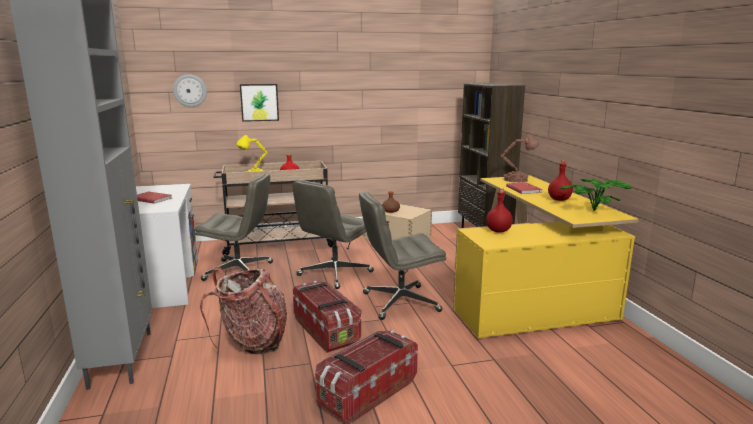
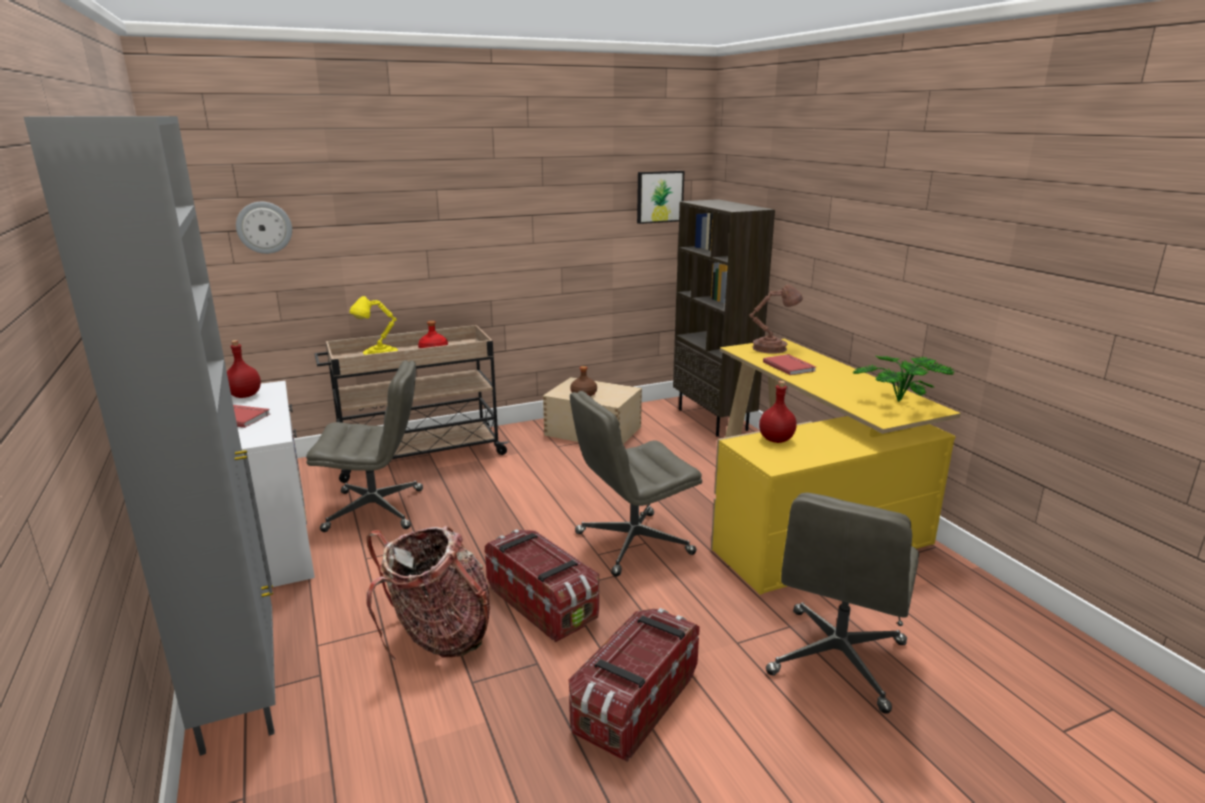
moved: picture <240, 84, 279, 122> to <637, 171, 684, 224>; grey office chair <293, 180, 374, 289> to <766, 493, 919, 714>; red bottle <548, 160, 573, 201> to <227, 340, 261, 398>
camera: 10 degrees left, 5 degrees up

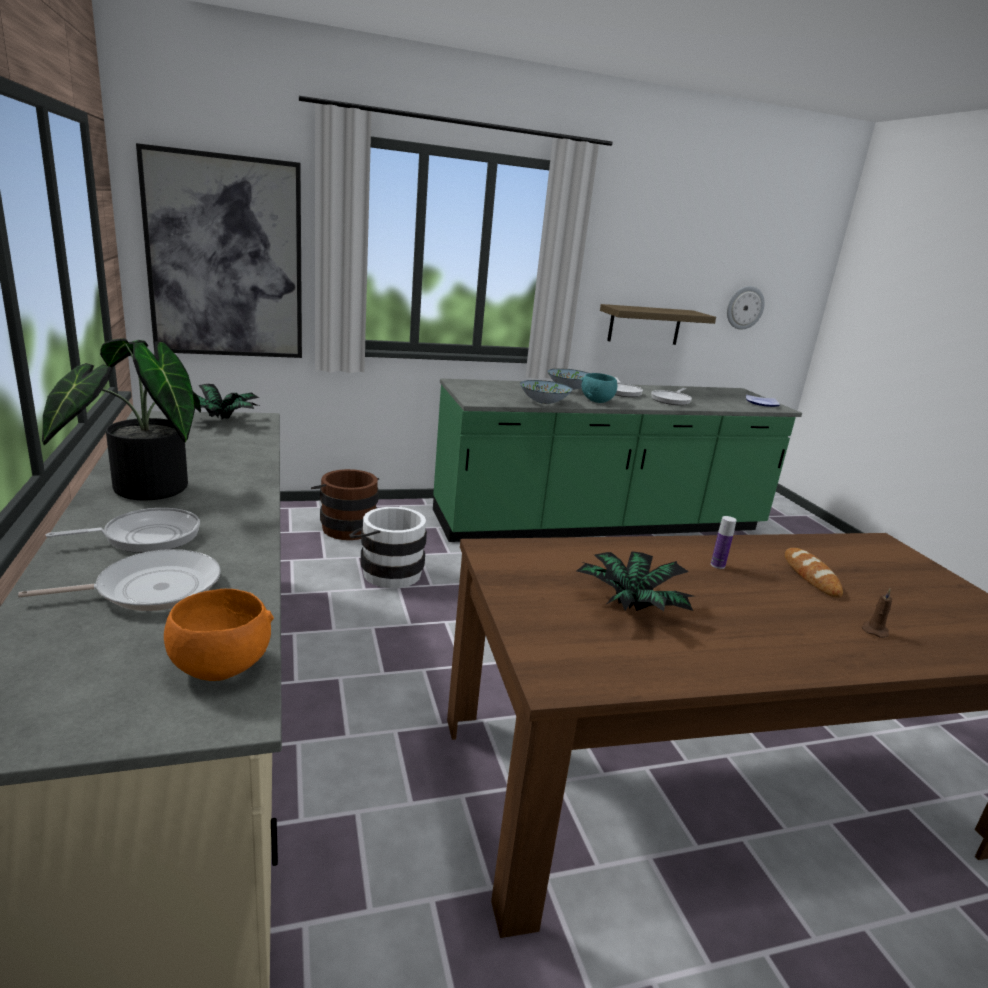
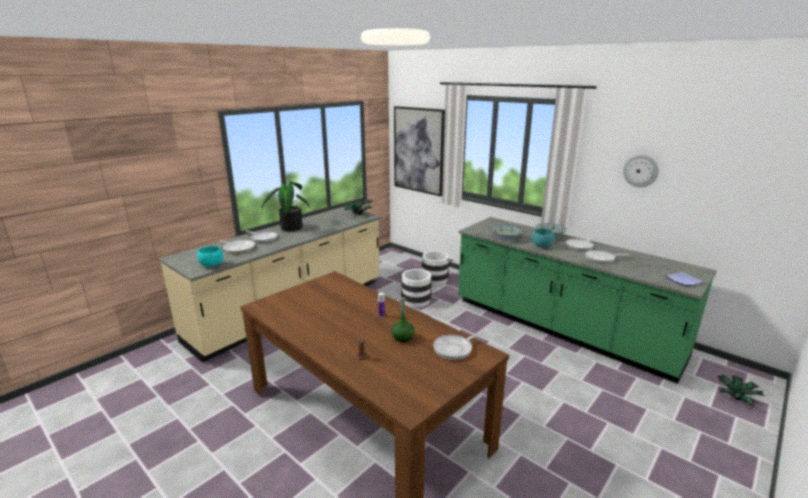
removed: shelf <600, 304, 716, 345>
added: frying pan <433, 332, 484, 360>
moved: potted plant <577, 551, 693, 611> to <717, 375, 765, 408>; wall clock <727, 286, 765, 330> to <623, 155, 659, 187>
replaced: bread <785, 548, 843, 598> to green bottle <391, 297, 415, 342>
recoloured: orange bowl <164, 589, 274, 681> to turquoise bowl <197, 246, 224, 267>; brown bucket <311, 469, 379, 540> to white bucket <422, 251, 453, 285>
camera: 60 degrees right, 0 degrees up

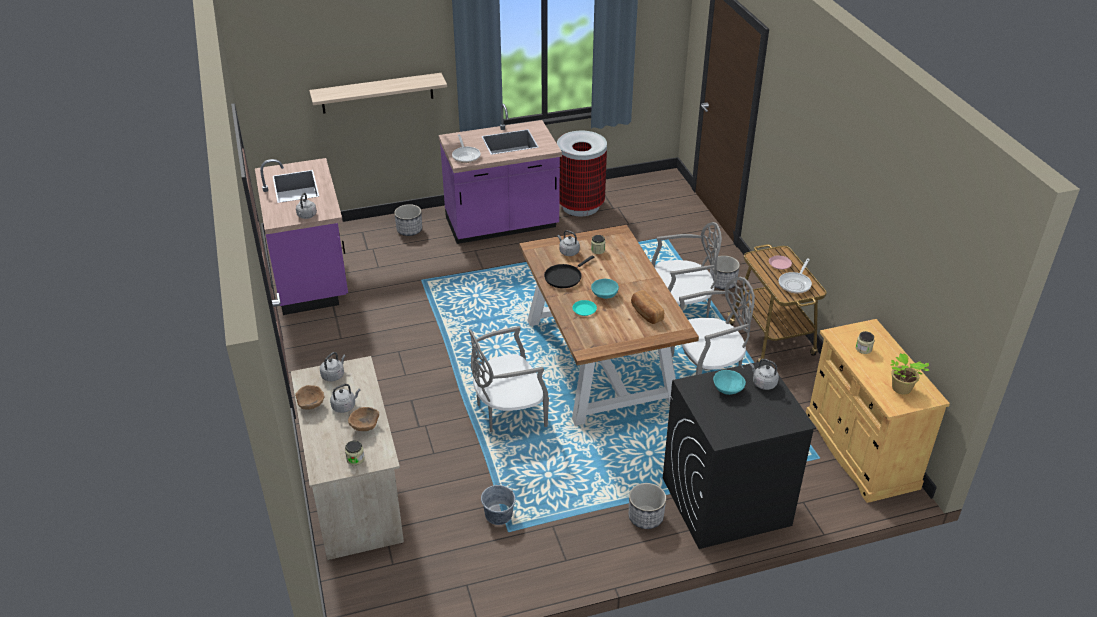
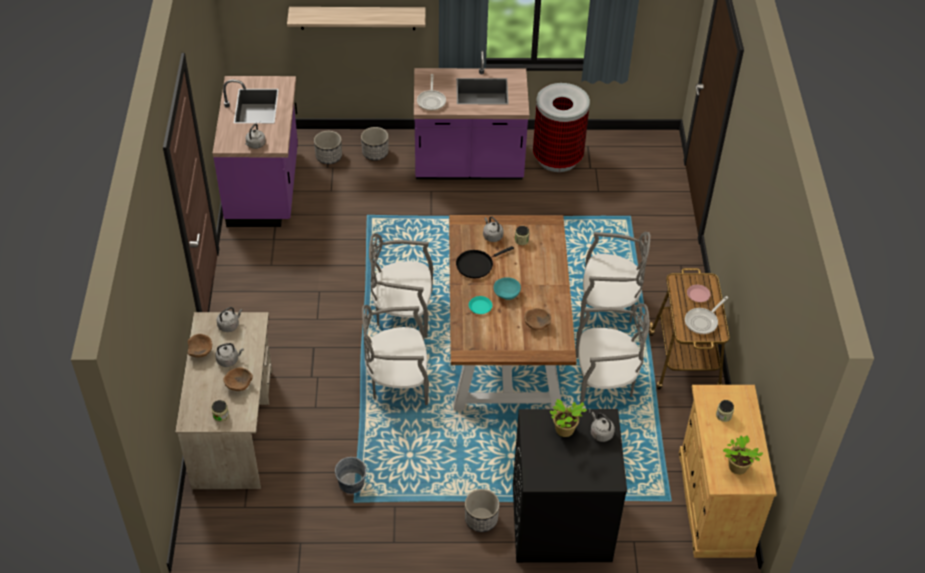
added: grey chair <369, 233, 433, 338>
moved: planter <710, 255, 740, 290> to <314, 131, 342, 164>
replaced: bread <631, 290, 664, 324> to brown bowl <524, 308, 551, 331>; turquoise bowl <713, 370, 746, 395> to potted plant <550, 399, 587, 437>
camera: 15 degrees right, 10 degrees up

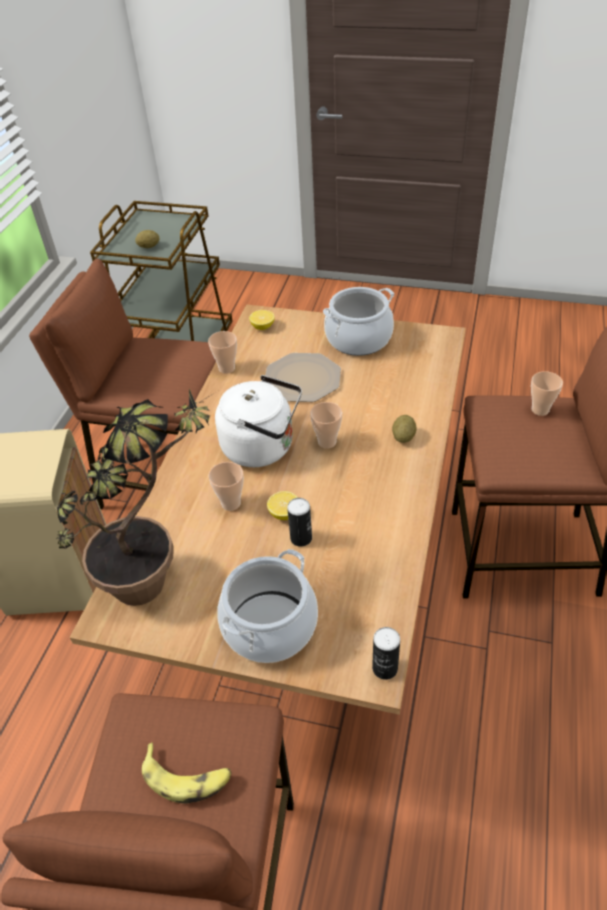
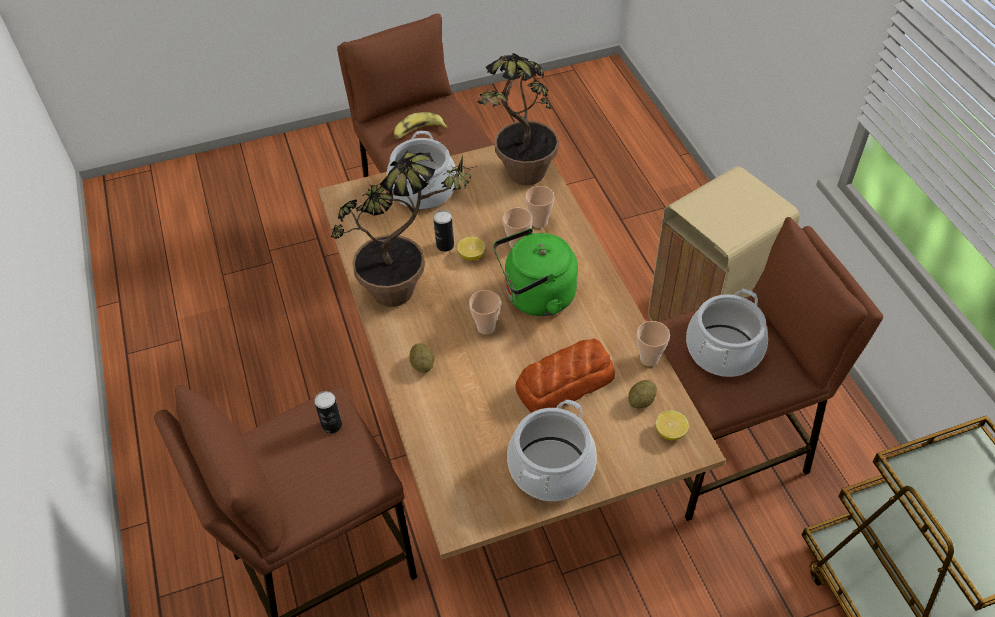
added: potted plant <331, 151, 477, 307>; cooking pot <686, 289, 768, 377>
moved: potato <135, 230, 159, 248> to <629, 380, 657, 409>; can <372, 627, 400, 680> to <314, 391, 342, 434>; cup <531, 371, 563, 416> to <525, 186, 555, 228>
replaced: plate <265, 353, 341, 402> to bread <515, 338, 615, 413>
recoloured: white kettle <215, 375, 302, 467> to green kettle <493, 228, 578, 316>
camera: 145 degrees right, 5 degrees up

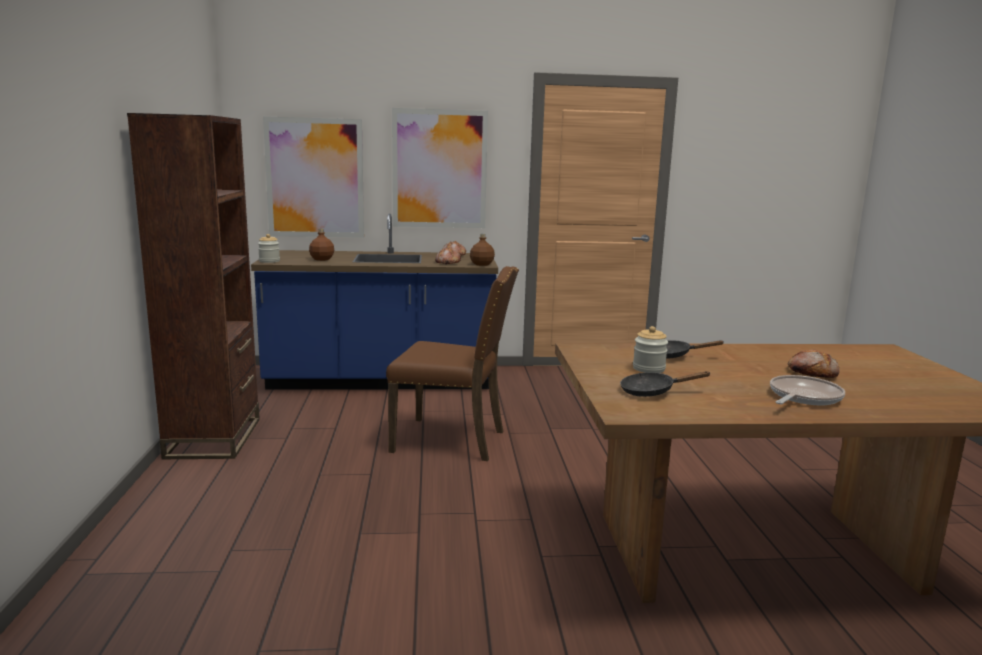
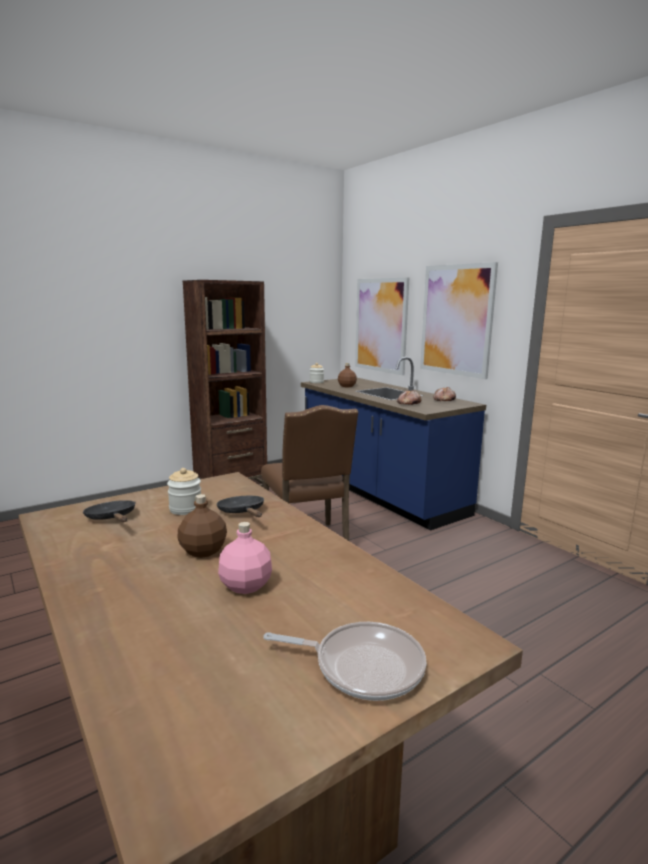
moved: brown bottle <470, 234, 495, 266> to <177, 494, 227, 558>; frying pan <770, 375, 845, 405> to <263, 622, 426, 701>
replaced: bread <787, 350, 840, 378> to pink bottle <218, 522, 272, 594>
camera: 60 degrees right, 0 degrees up

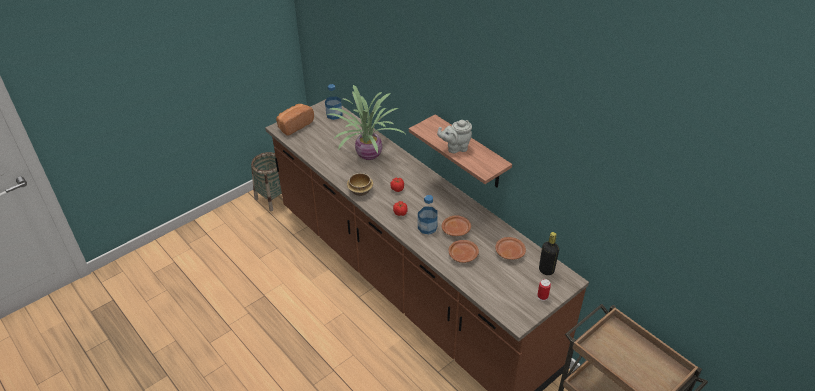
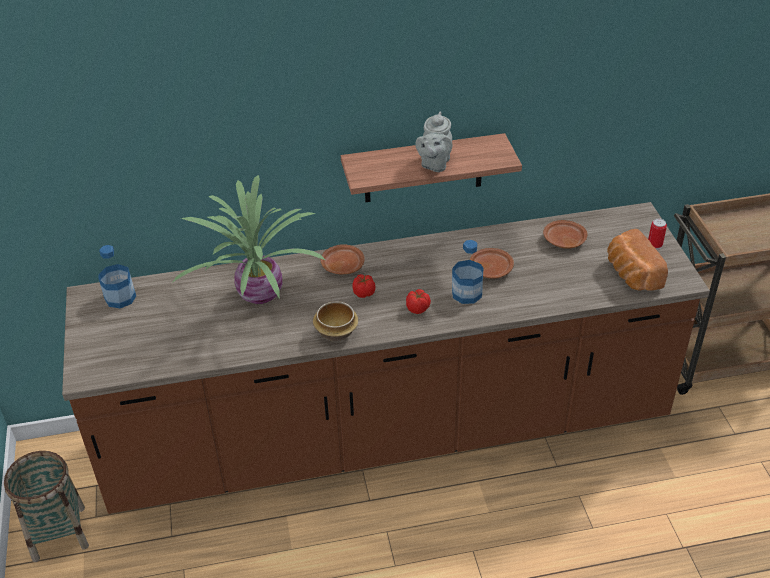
removed: black bottle <539, 232, 559, 275>
moved: bread <276, 104, 314, 135> to <607, 229, 668, 291>; brown plate <449, 240, 479, 263> to <321, 244, 365, 274>
camera: 60 degrees left, 0 degrees up

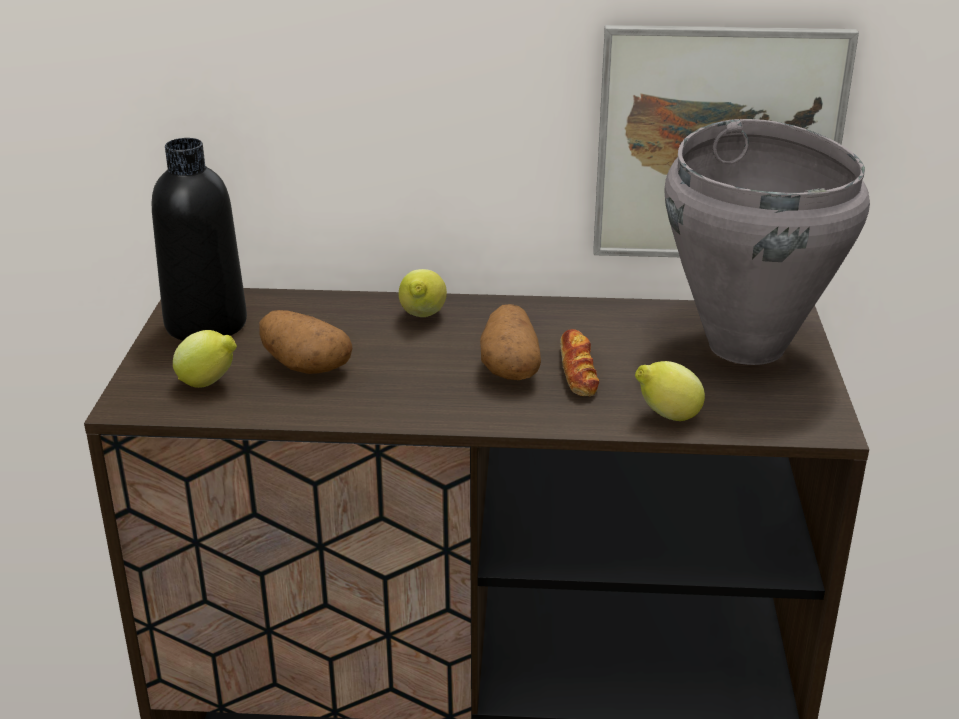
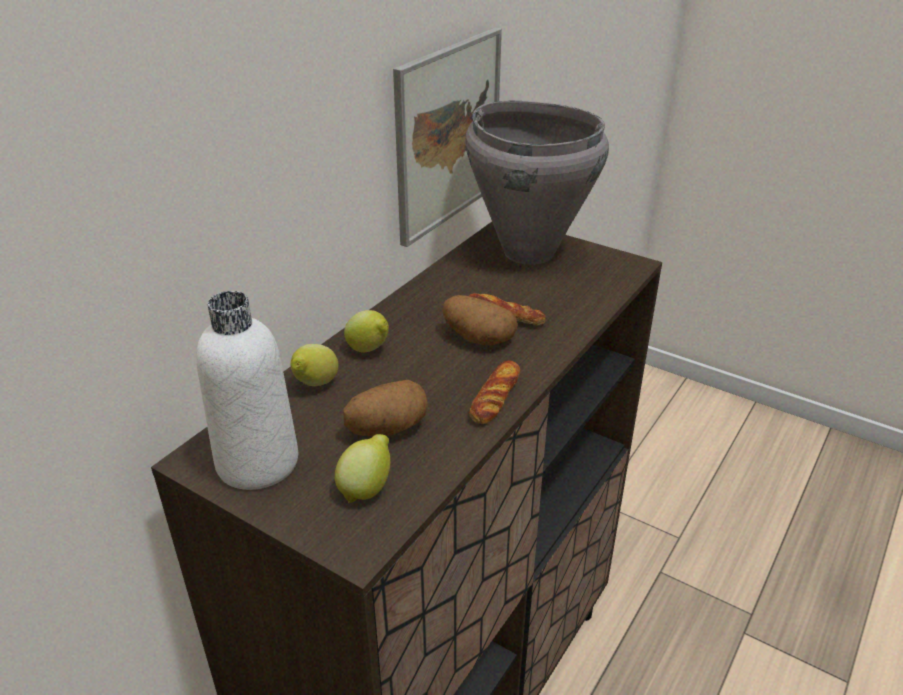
added: bread <469, 361, 520, 424>
moved: lemon <635, 361, 705, 421> to <291, 344, 338, 386>
recoloured: black bottle <152, 138, 247, 340> to white bottle <196, 291, 298, 490>
camera: 60 degrees left, 5 degrees up

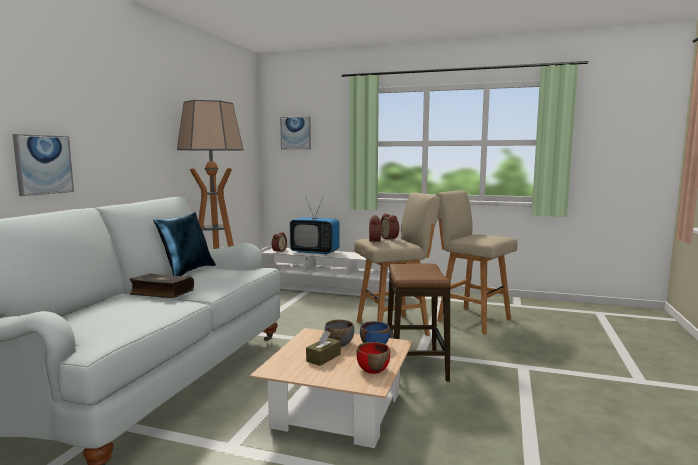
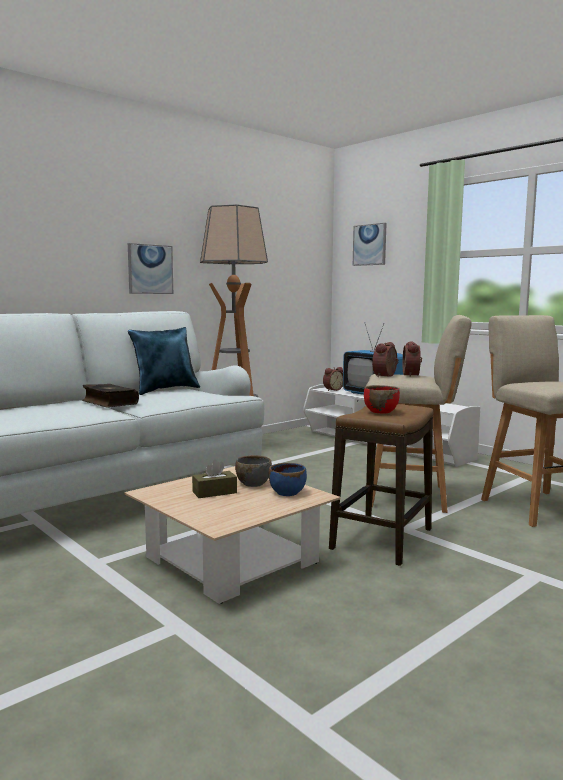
moved: picture <13, 134, 74, 196> to <128, 243, 173, 294>; red bowl <356, 342, 390, 374> to <364, 385, 400, 414>
camera: 30 degrees right, 0 degrees up

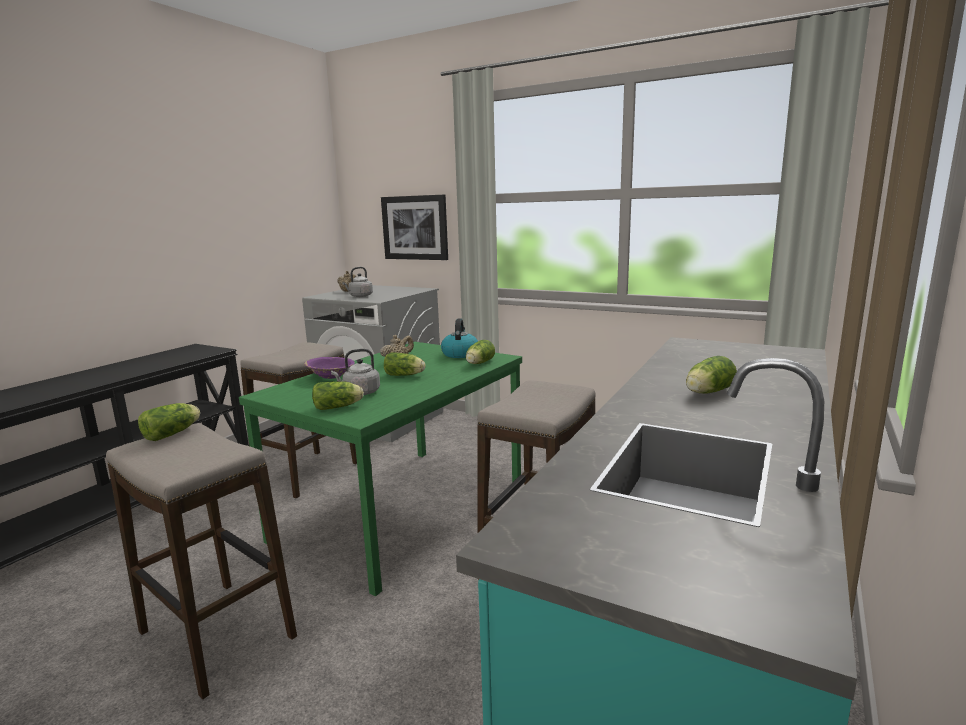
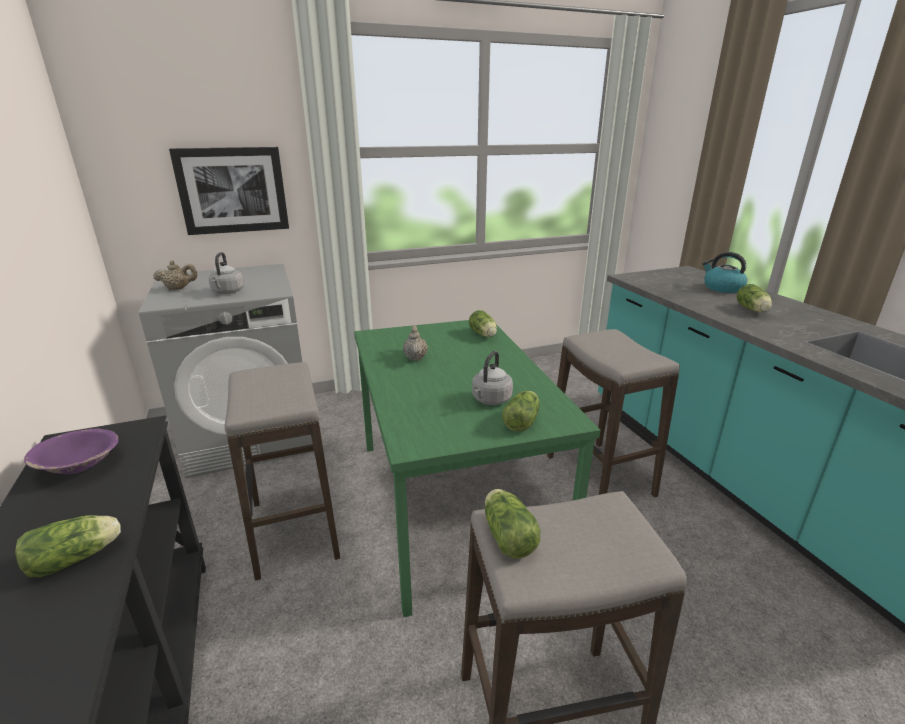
moved: purple bowl <304, 357, 355, 379> to <24, 428, 119, 474>; lettuce <384, 352, 425, 376> to <15, 515, 121, 577>; kettle <441, 318, 478, 358> to <702, 252, 747, 293>
camera: 50 degrees left, 10 degrees up

